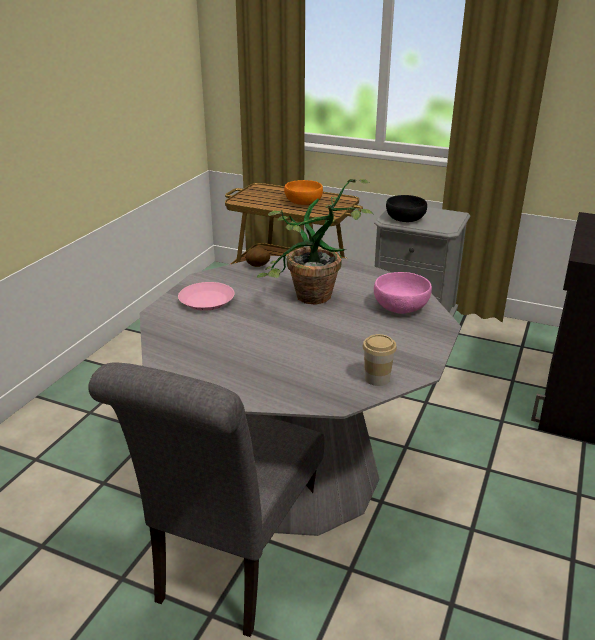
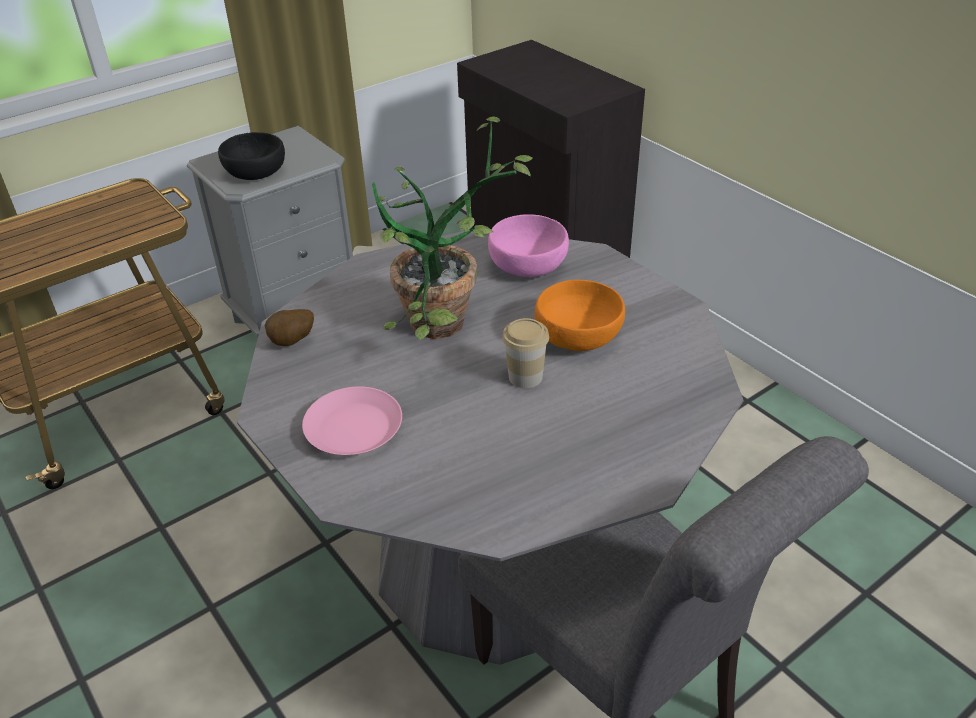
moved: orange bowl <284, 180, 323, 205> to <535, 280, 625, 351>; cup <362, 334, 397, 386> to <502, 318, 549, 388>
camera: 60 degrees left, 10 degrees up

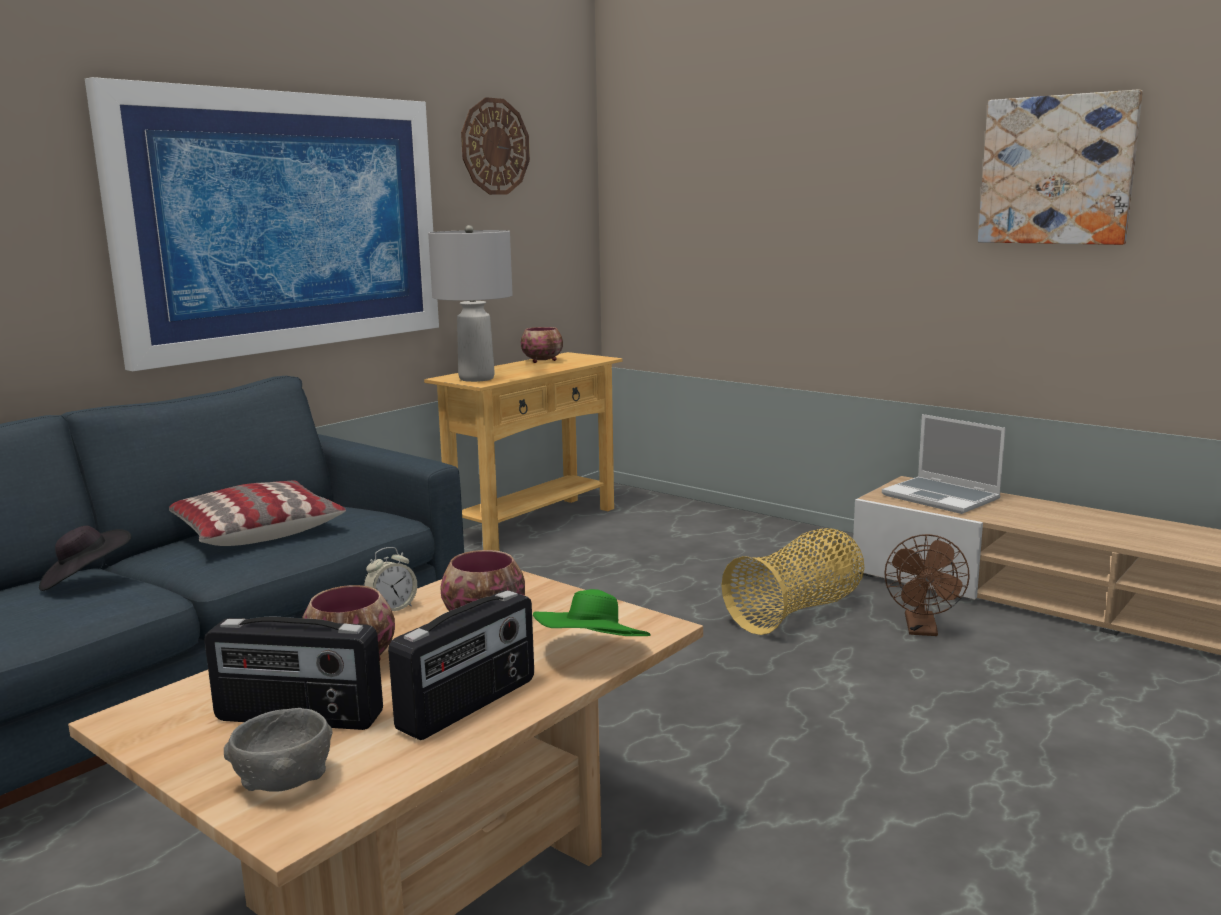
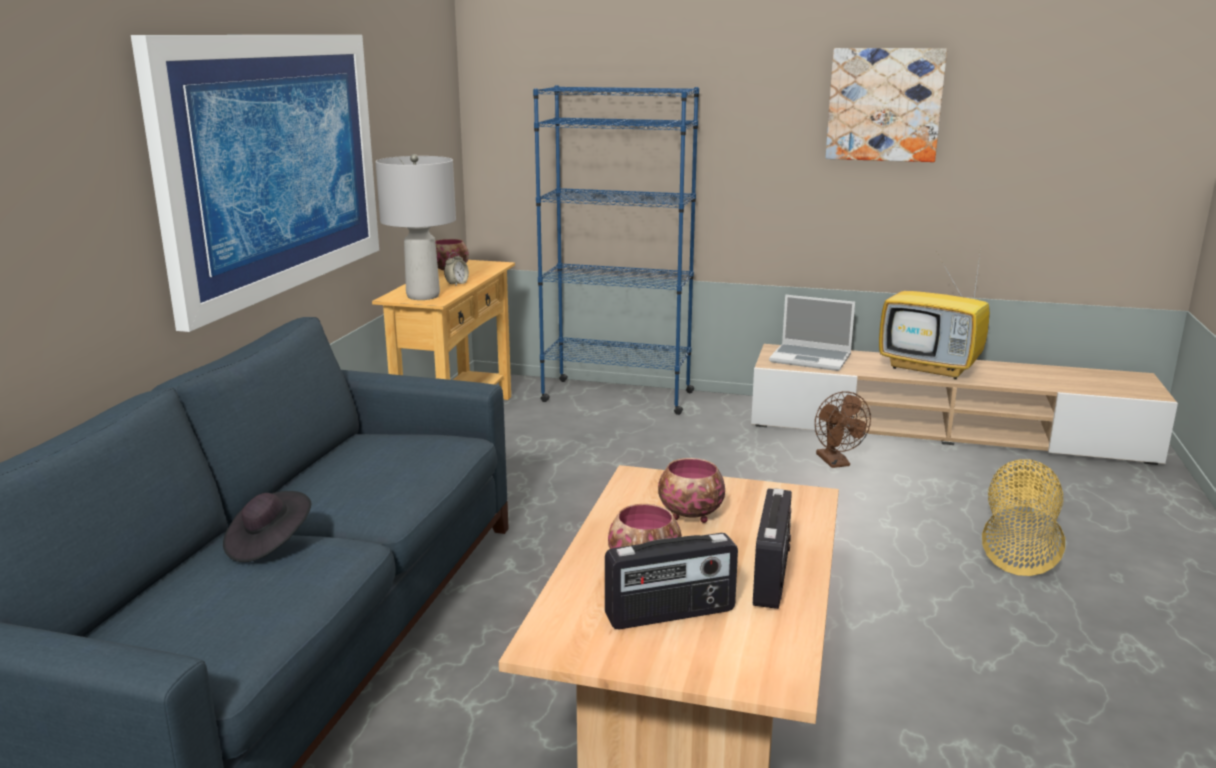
removed: pillow <169, 480, 346, 546>; grey bowl <224, 708, 333, 792>; wall clock <461, 97, 530, 195>; green hat <533, 589, 650, 636>
added: blue bookcase <533, 85, 699, 415>; television <879, 248, 990, 379>
moved: alarm clock <364, 547, 417, 611> to <444, 252, 469, 285>; basket <721, 528, 864, 635> to <982, 459, 1065, 576>
camera: 25 degrees left, 5 degrees up

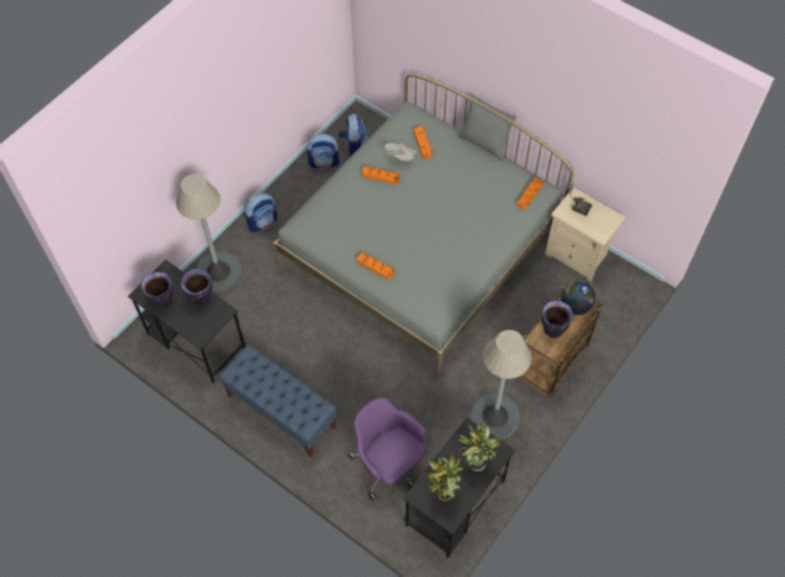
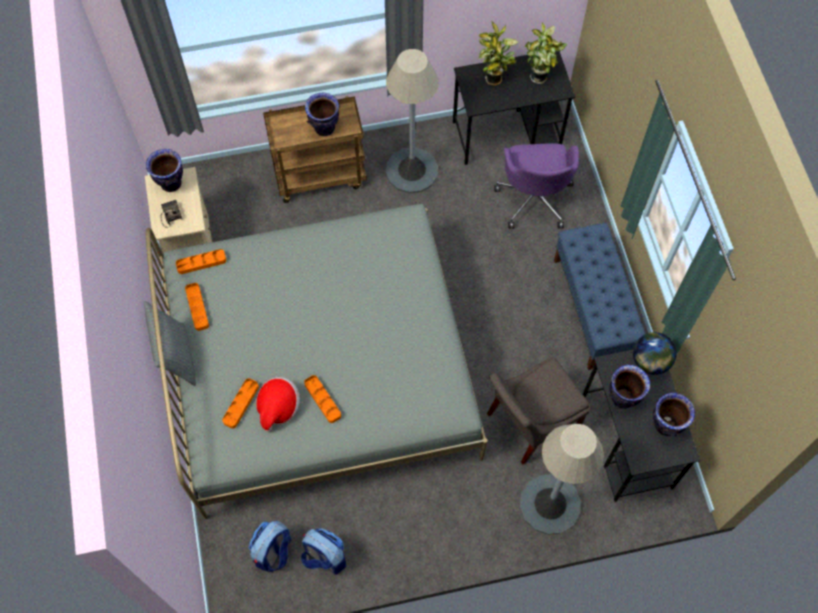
removed: backpack <244, 193, 277, 232>
added: vase <146, 149, 183, 192>; grey chair <487, 357, 590, 465>
moved: orange tray <357, 253, 394, 280> to <185, 283, 209, 331>; globe <561, 281, 595, 315> to <633, 332, 677, 375>
replaced: newspaper <385, 143, 417, 161> to hat <256, 377, 300, 432>
camera: 140 degrees left, 5 degrees up

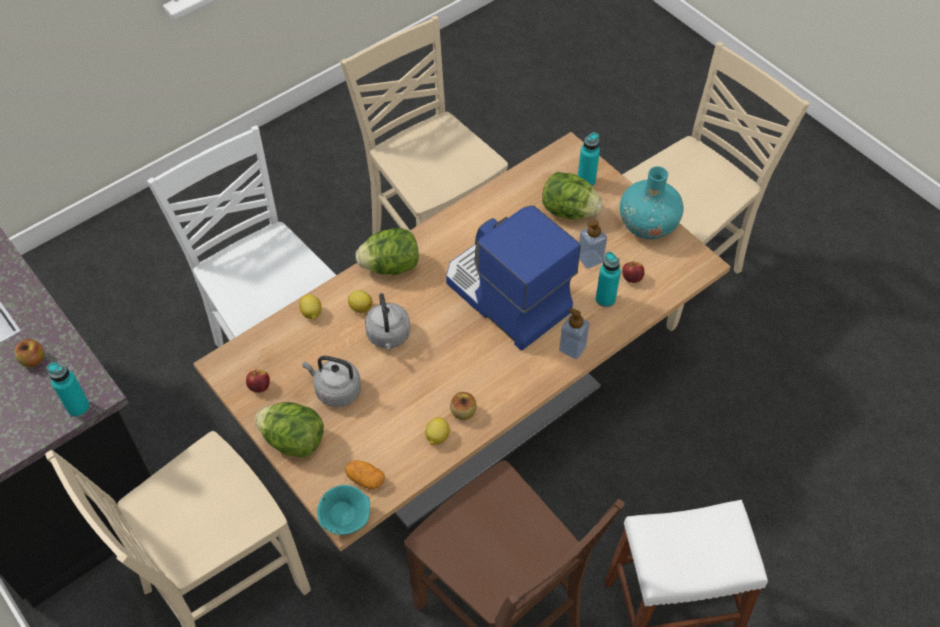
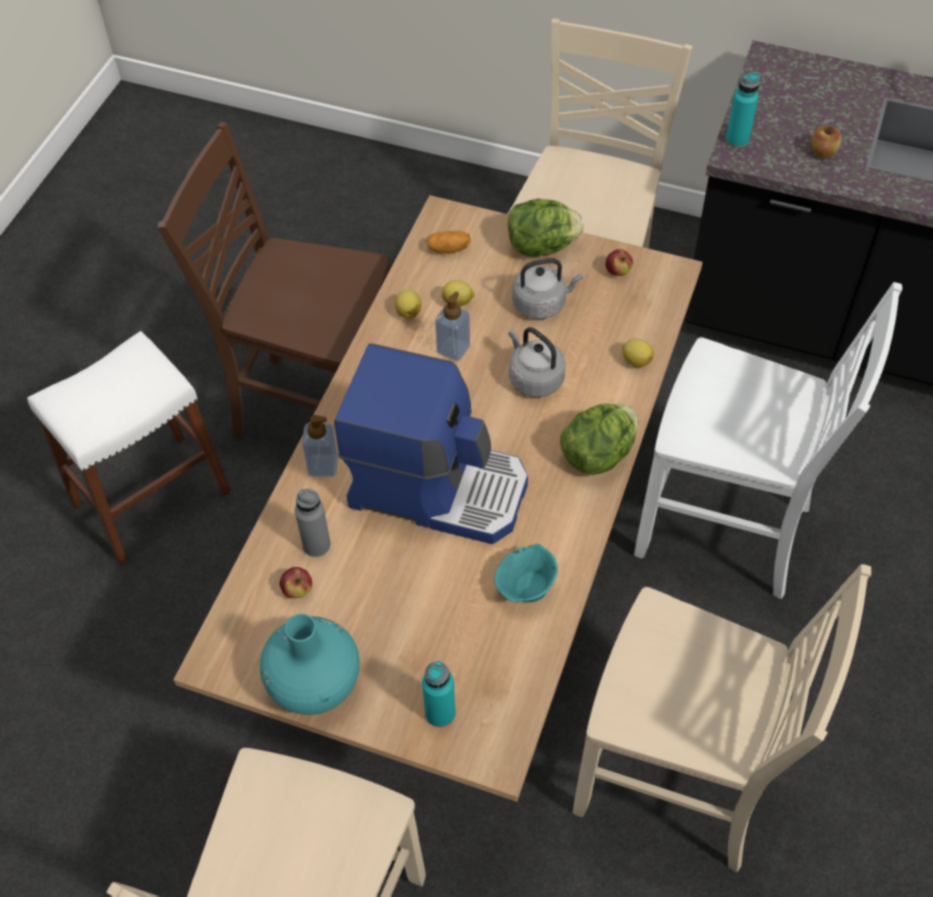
removed: apple <450, 392, 477, 420>; lettuce <542, 172, 602, 220>
moved: turquoise bowl <317, 485, 370, 535> to <494, 544, 558, 602>; lemon <348, 290, 373, 313> to <442, 280, 475, 306>; soap dispenser <579, 220, 607, 269> to <435, 292, 470, 361>
recoloured: turquoise bottle <596, 252, 621, 307> to grey bottle <295, 489, 331, 557>
camera: 150 degrees right, 0 degrees up

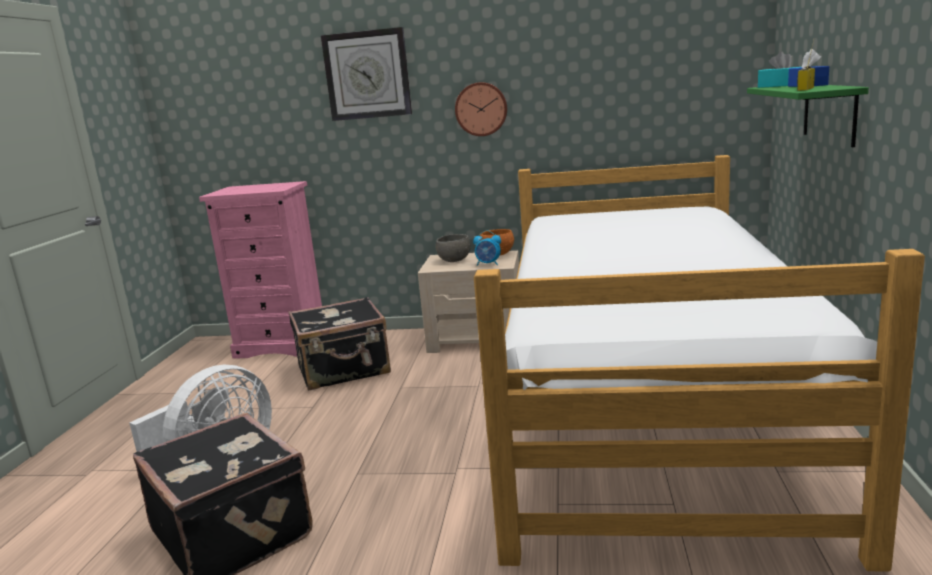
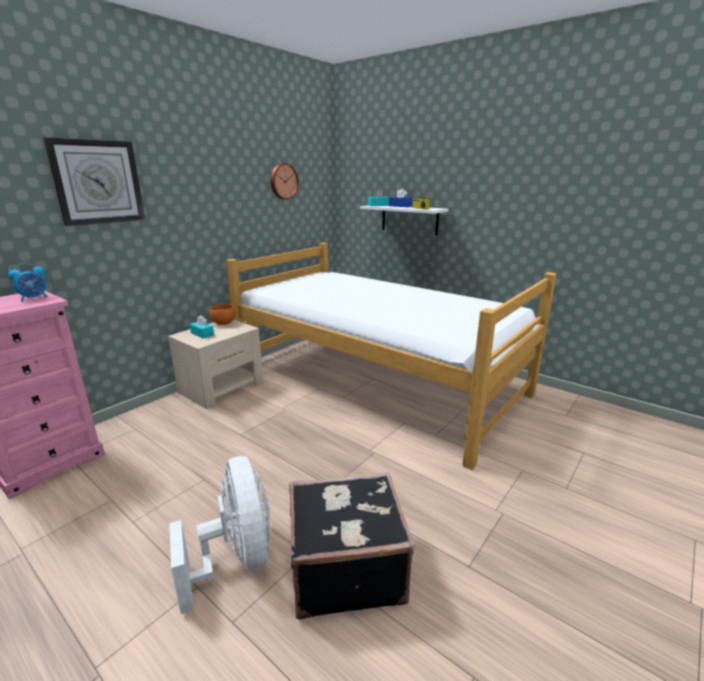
removed: black suitcase <289, 297, 391, 391>
moved: wall clock <455, 82, 507, 136> to <271, 163, 299, 200>; alarm clock <473, 231, 501, 266> to <8, 263, 48, 302>
replaced: grey bowl <436, 234, 471, 262> to turquoise tissue box <190, 315, 214, 339>
recoloured: green shelf <747, 85, 869, 147> to white shelf <360, 205, 448, 236>
camera: 60 degrees left, 5 degrees up

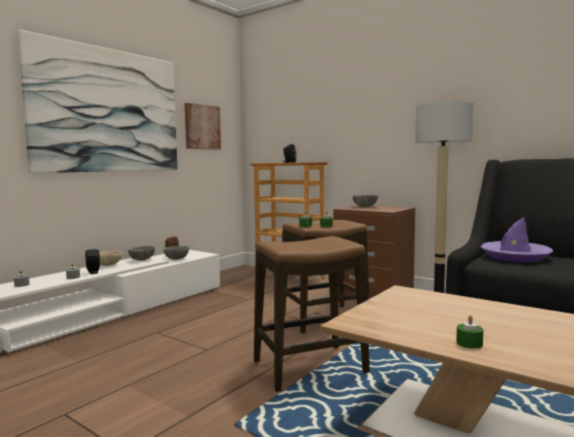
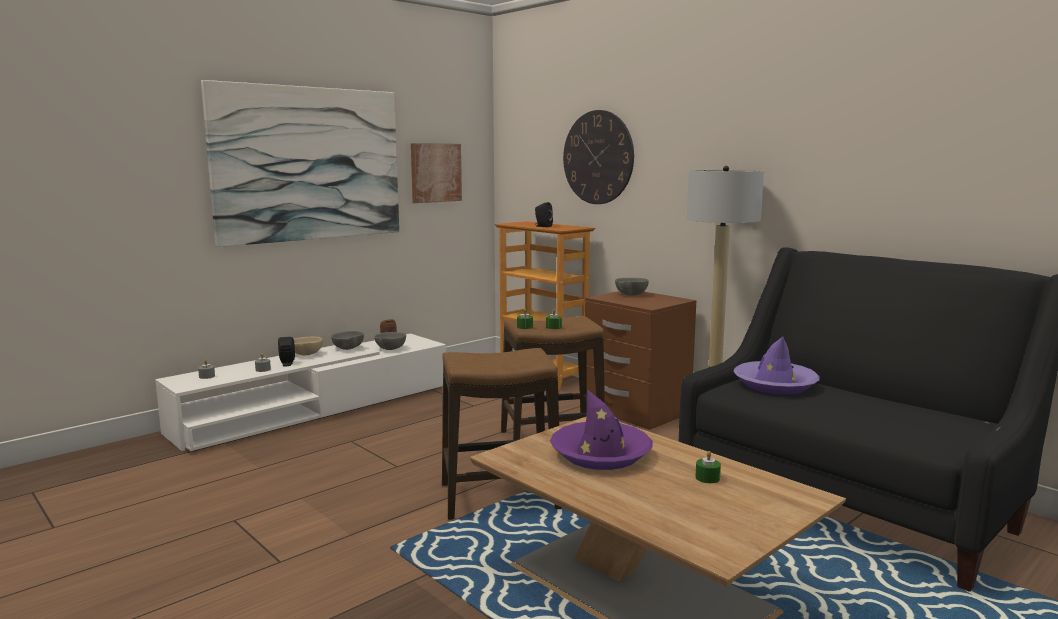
added: purple hat <550, 390, 653, 470>; wall clock <563, 110, 634, 204>
moved: green candle <456, 315, 483, 349> to <695, 451, 721, 483>
camera: 10 degrees right, 5 degrees up

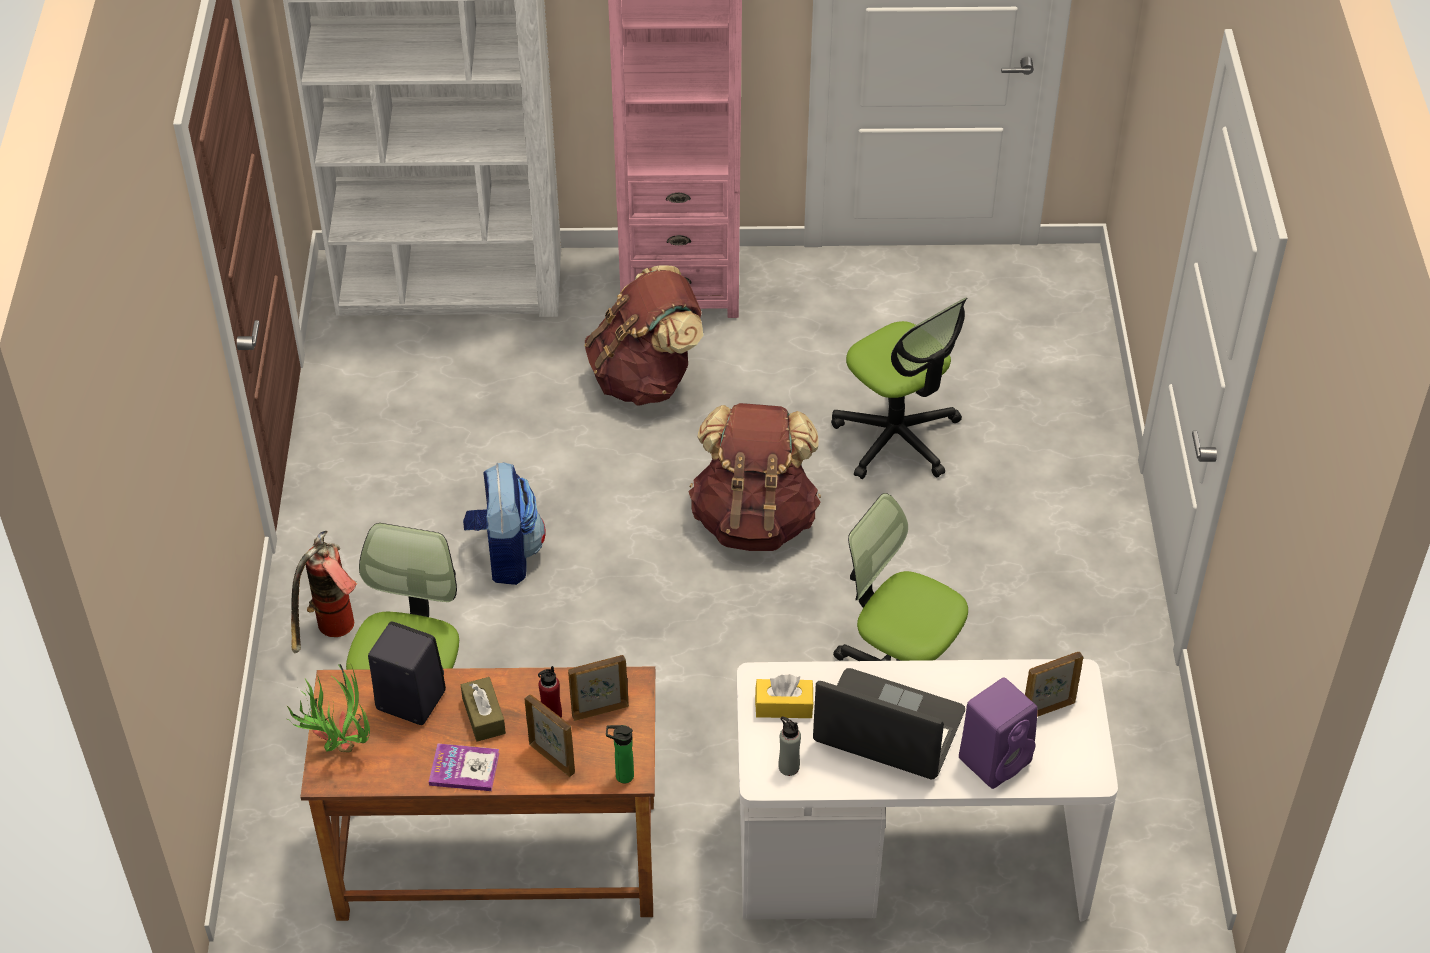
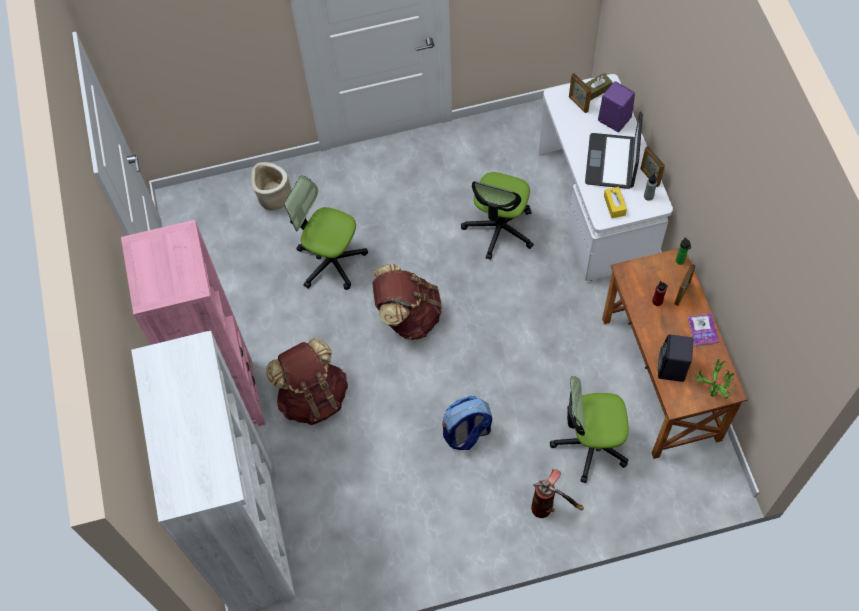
added: beige planter <251, 162, 291, 211>
moved: brown tissue box <461, 677, 506, 742> to <585, 73, 613, 100>; picture frame <568, 655, 629, 721> to <640, 146, 665, 187>
turned: office chair <831, 297, 967, 479> = <285, 176, 368, 290> 105 degrees counterclockwise
camera: 100 degrees left, 15 degrees up

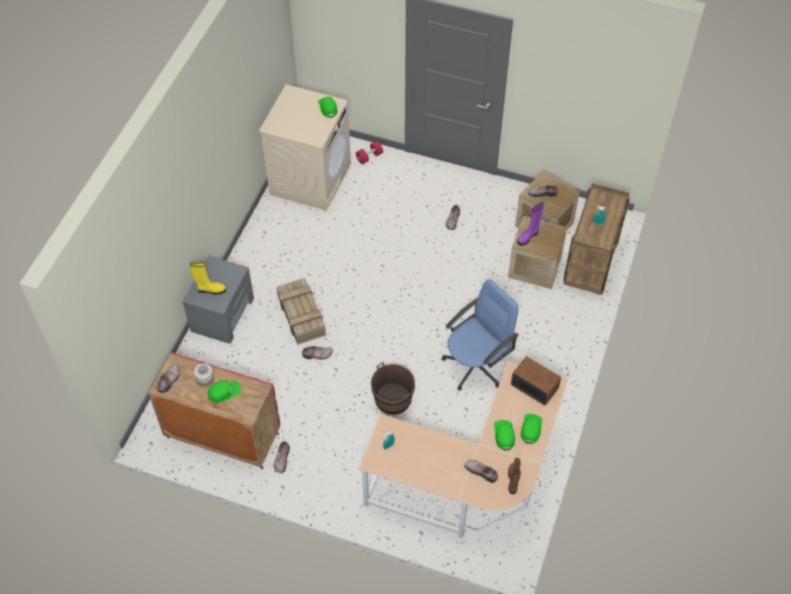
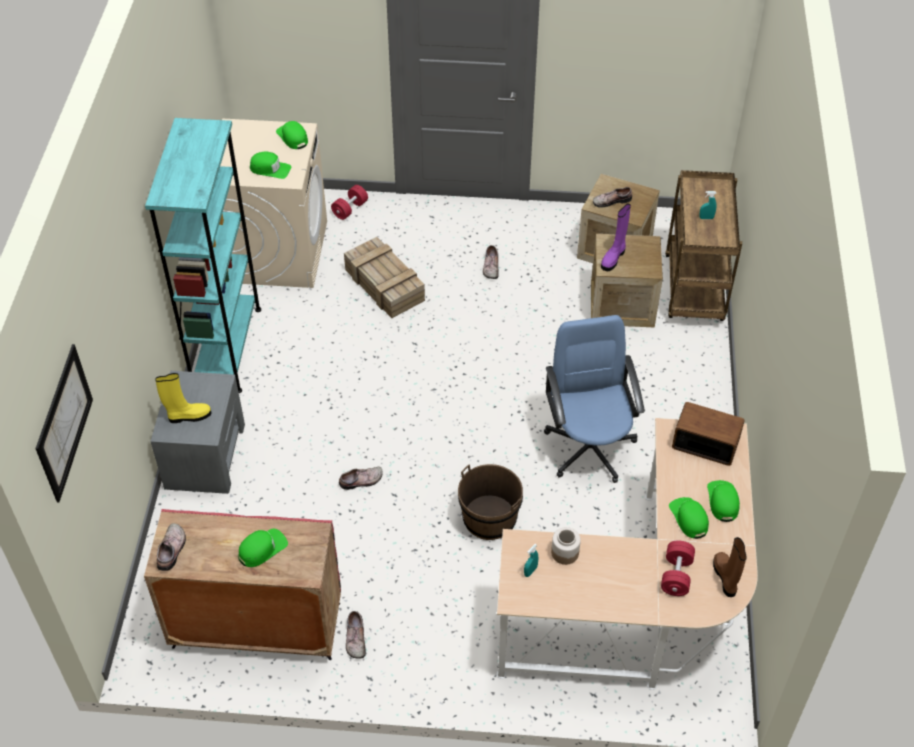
added: picture <35, 344, 93, 502>; turquoise bookcase <145, 118, 261, 393>; green cap <250, 152, 291, 179>
moved: jar <194, 363, 214, 387> to <551, 527, 581, 565>; crate <277, 278, 326, 345> to <344, 237, 425, 318>
replaced: shoe <464, 460, 498, 483> to red dumbbell <661, 540, 695, 596>
turned: blue office chair <442, 279, 519, 391> = <544, 315, 645, 483> 45 degrees counterclockwise
camera: 15 degrees left, 5 degrees down

